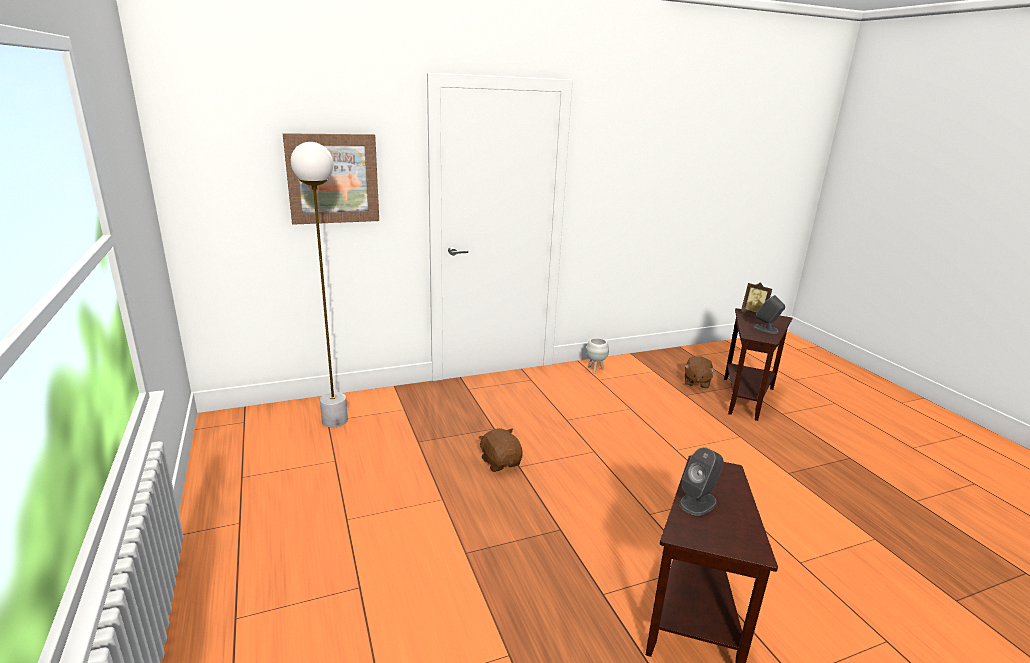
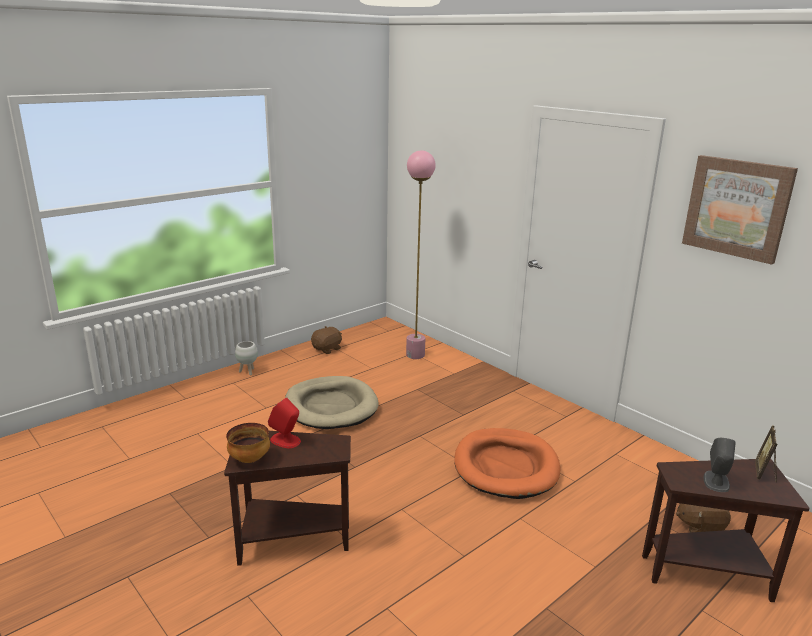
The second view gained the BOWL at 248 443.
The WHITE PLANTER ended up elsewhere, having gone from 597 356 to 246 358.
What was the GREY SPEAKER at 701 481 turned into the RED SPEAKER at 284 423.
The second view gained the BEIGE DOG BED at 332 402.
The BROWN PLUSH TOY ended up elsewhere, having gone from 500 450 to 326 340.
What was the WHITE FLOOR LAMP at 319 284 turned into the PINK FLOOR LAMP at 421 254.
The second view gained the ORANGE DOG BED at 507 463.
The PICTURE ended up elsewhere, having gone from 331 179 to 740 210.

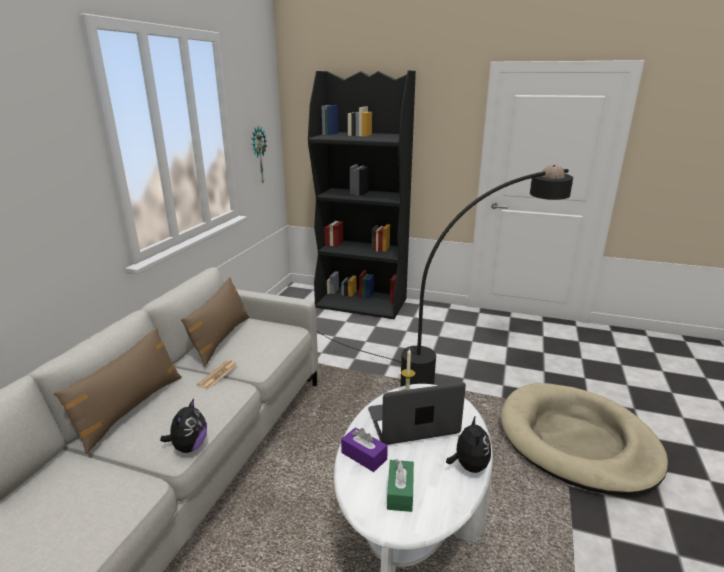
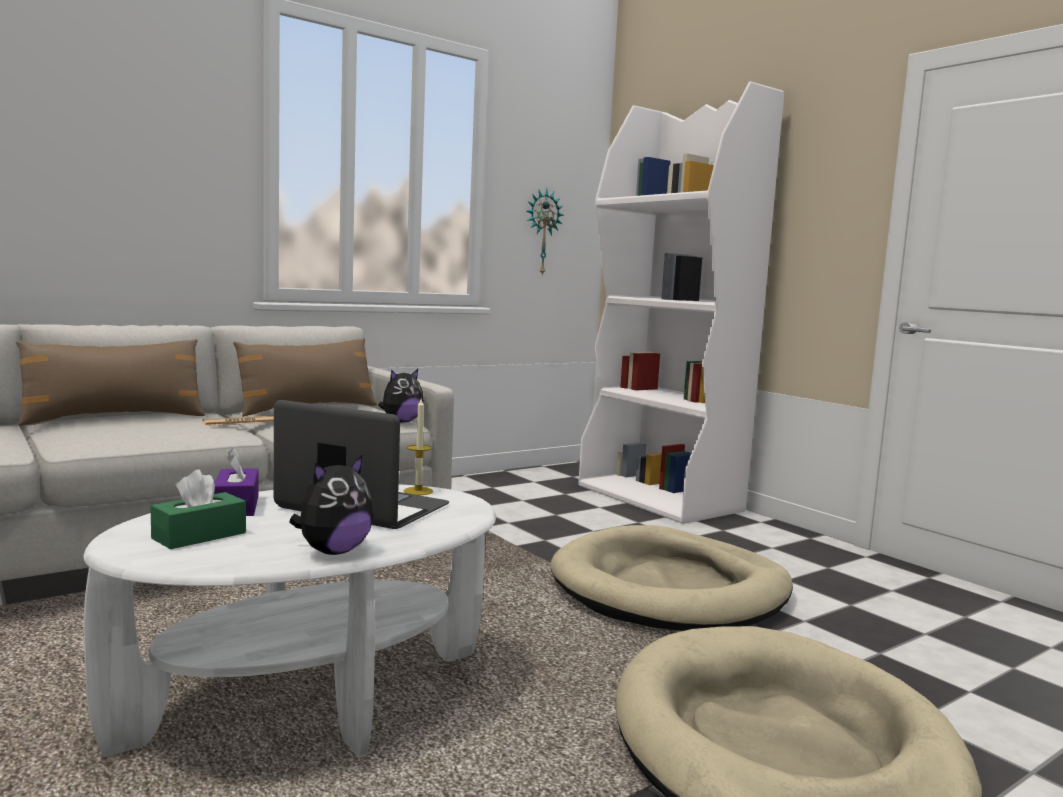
The PLUSH TOY ended up elsewhere, having gone from 183 425 to 401 396.
Where the BLACK FLOOR LAMP stood at 445 276, the BEIGE DOG BED came to stand at 672 578.
What was the BLACK BOOKCASE at 362 195 turned into the WHITE BOOKCASE at 681 302.

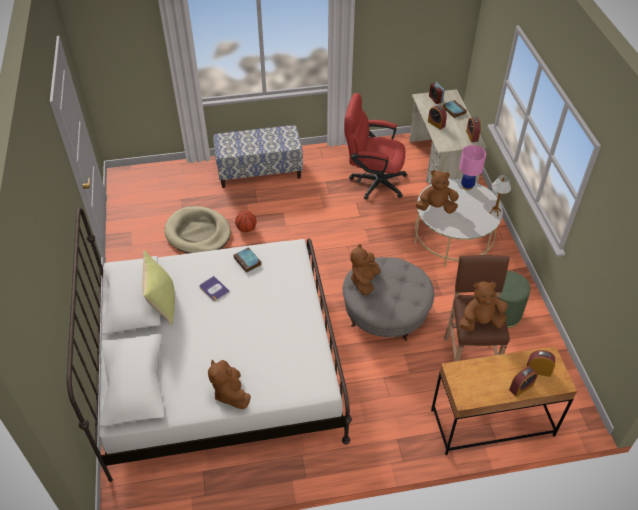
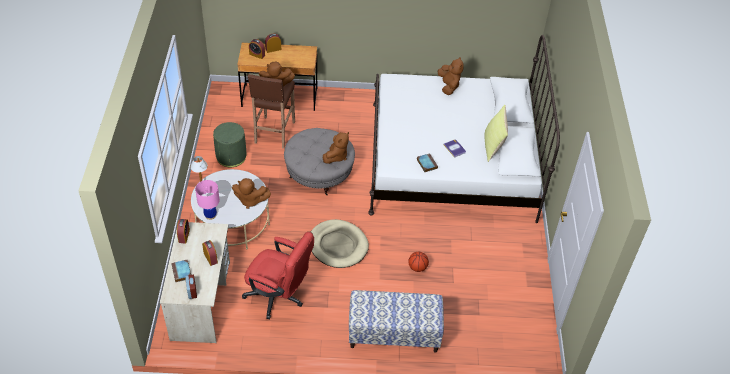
The BEIGE DOG BED ended up elsewhere, having gone from 197 230 to 340 243.

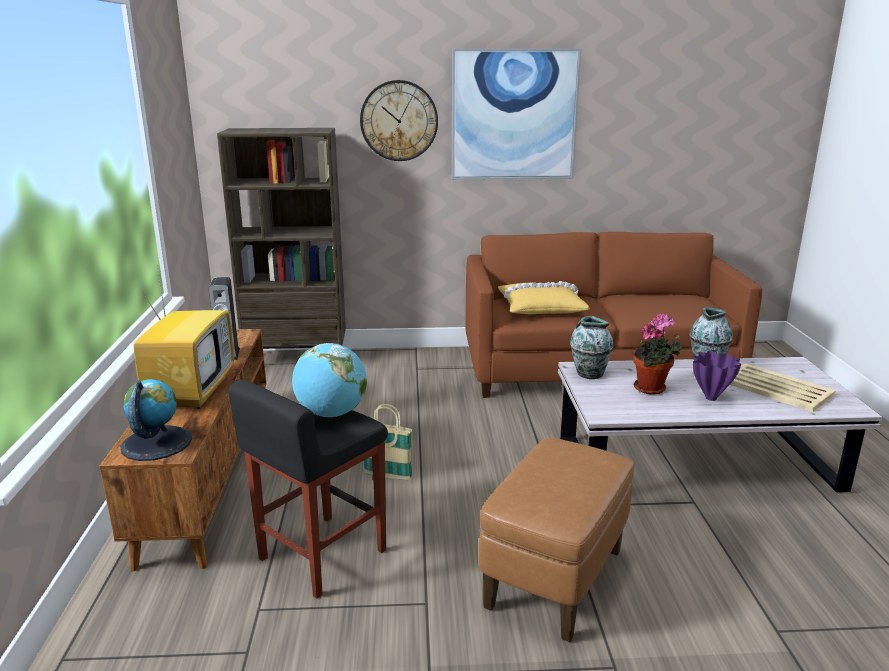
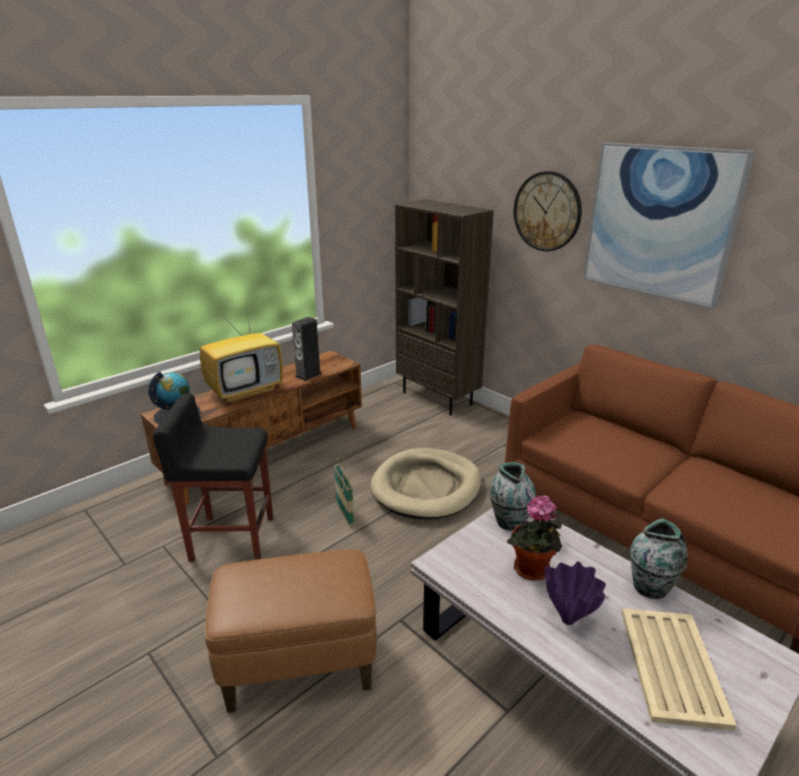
The second view gained the BEIGE DOG BED at 425 483.
The second view lost the GLOBE at 329 380.
The second view lost the YELLOW PILLOW at 544 297.

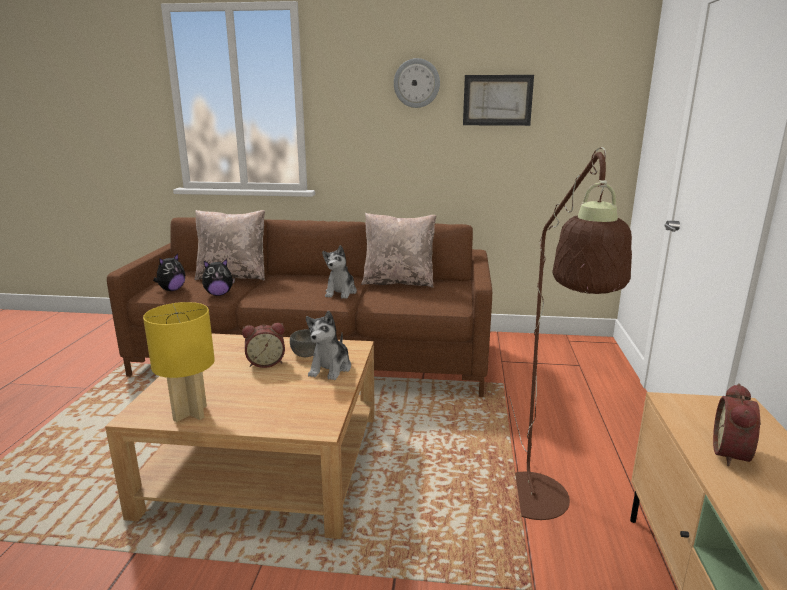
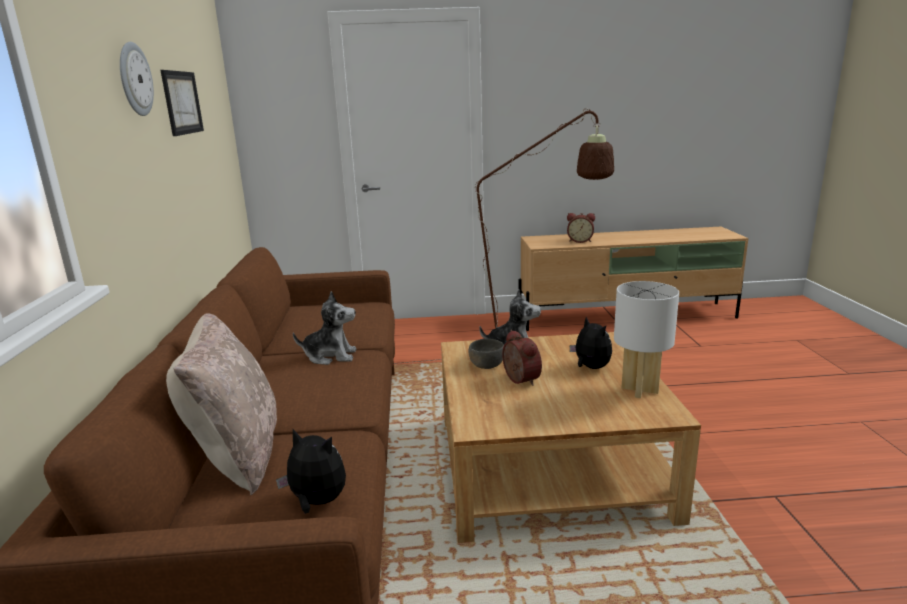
The PLUSH TOY ended up elsewhere, having gone from 218 277 to 590 343.
What was the YELLOW TABLE LAMP at 179 362 turned into the WHITE TABLE LAMP at 646 339.
The second view lost the BEIGE PILLOW at 399 250.

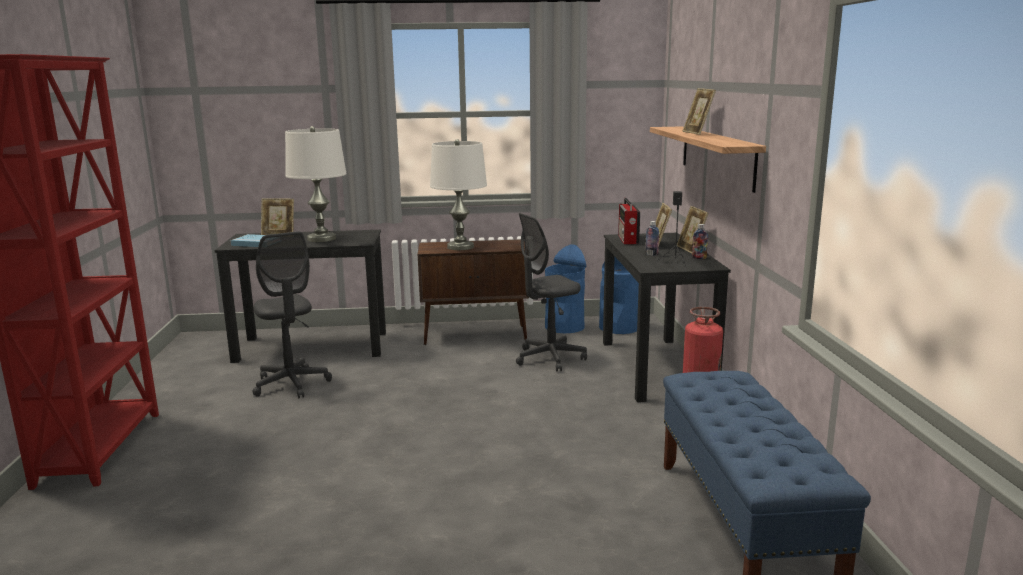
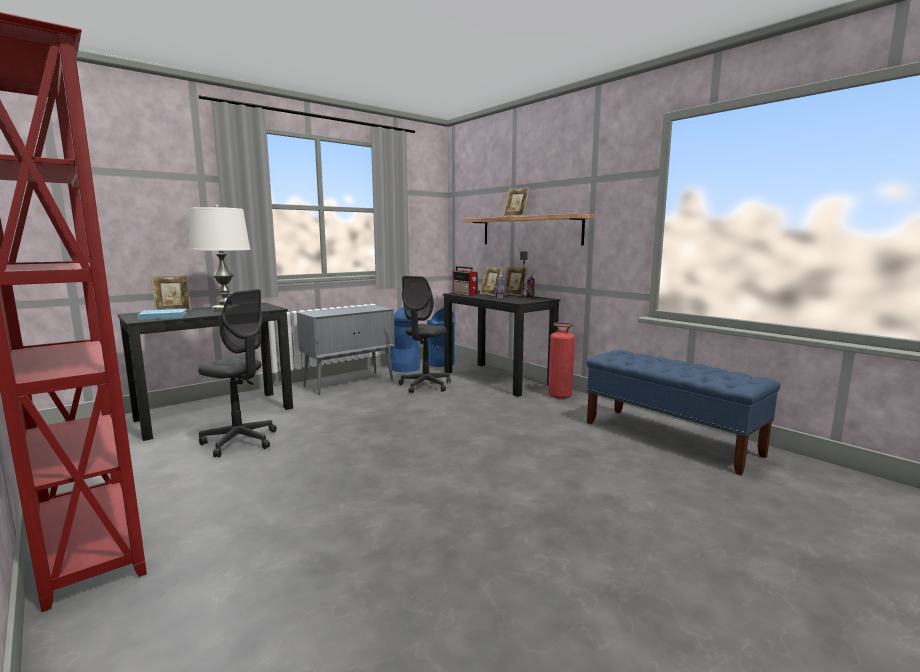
What was the BROWN CABINET at 473 292 turned into the GREY CABINET at 346 350.
The second view lost the WHITE TABLE LAMP at 458 194.

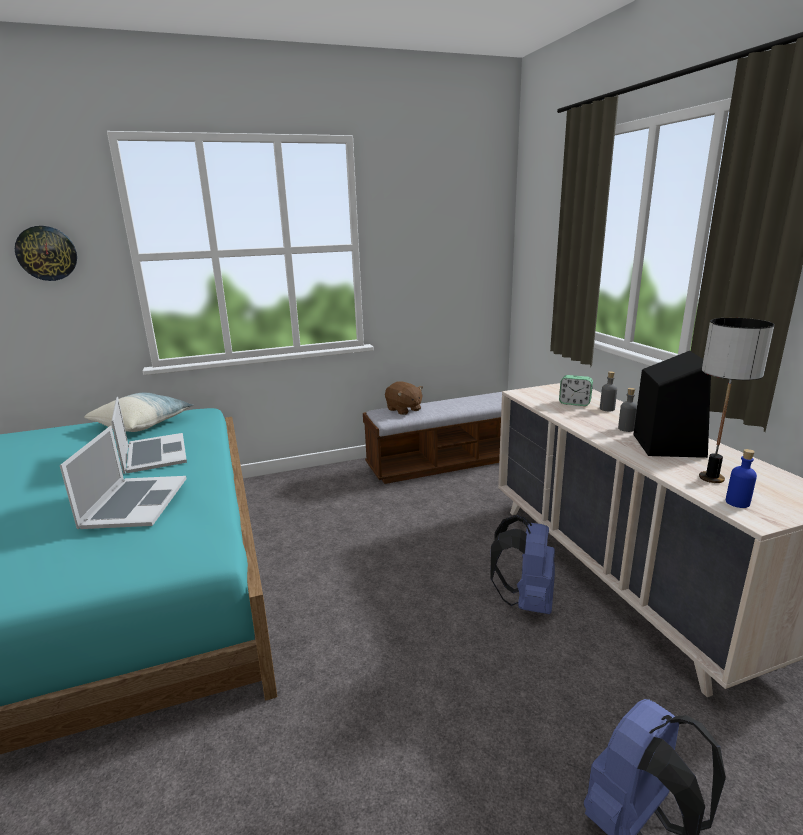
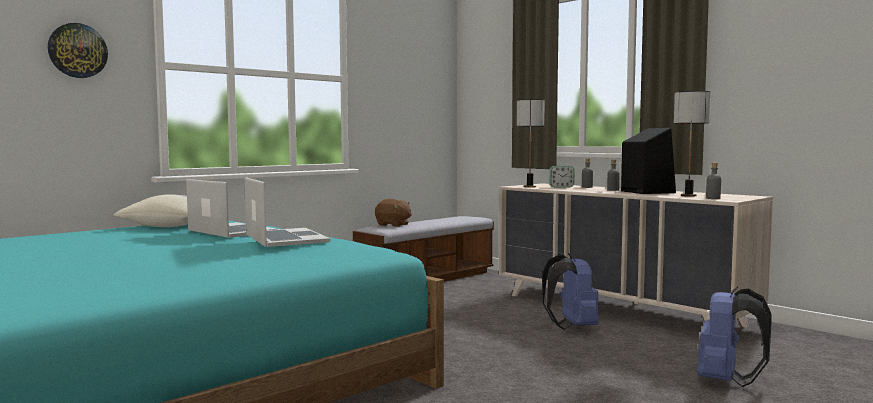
The second view gained the TABLE LAMP at 531 143.
What was the BLUE BOTTLE at 741 478 turned into the GREY BOTTLE at 713 181.

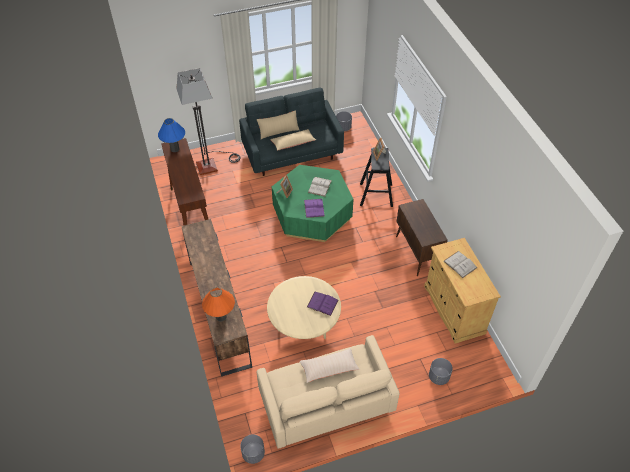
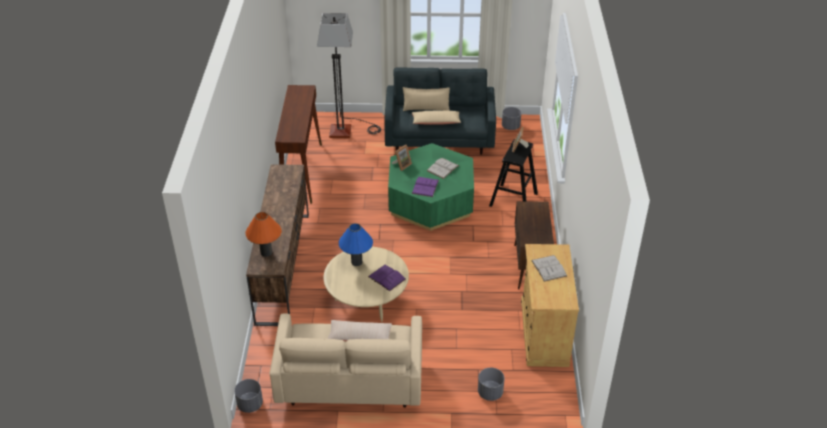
The BLUE TABLE LAMP ended up elsewhere, having gone from 171 135 to 356 244.

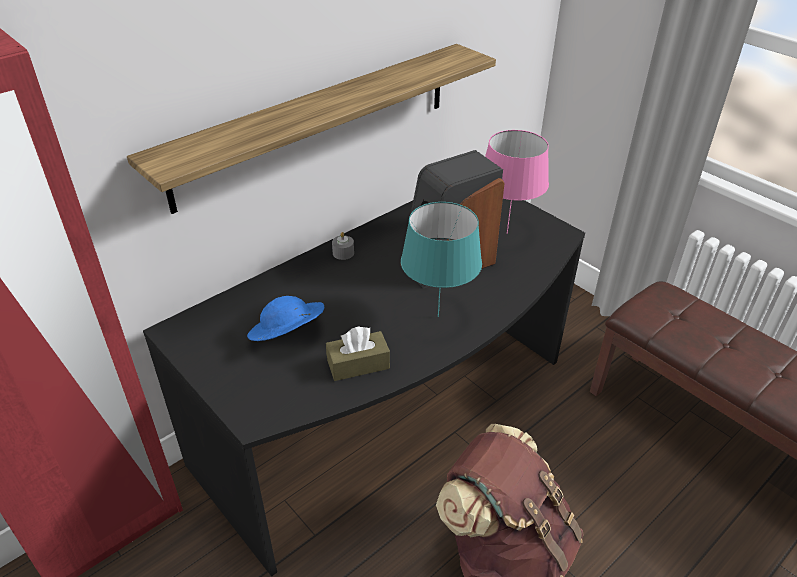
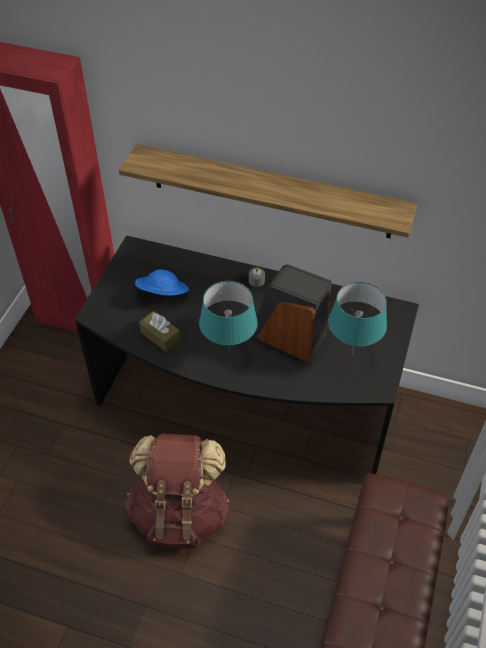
What was the PINK TABLE LAMP at 517 182 turned into the TURQUOISE TABLE LAMP at 357 318.

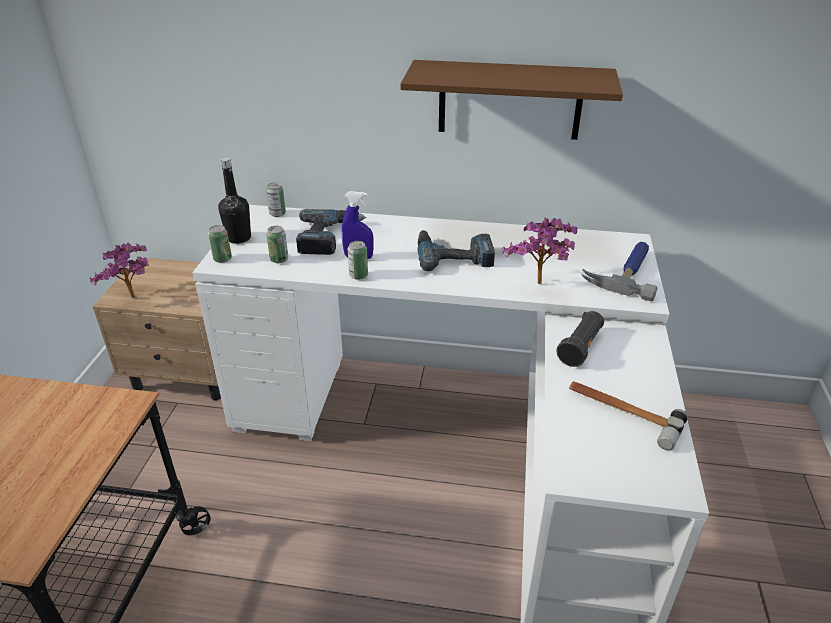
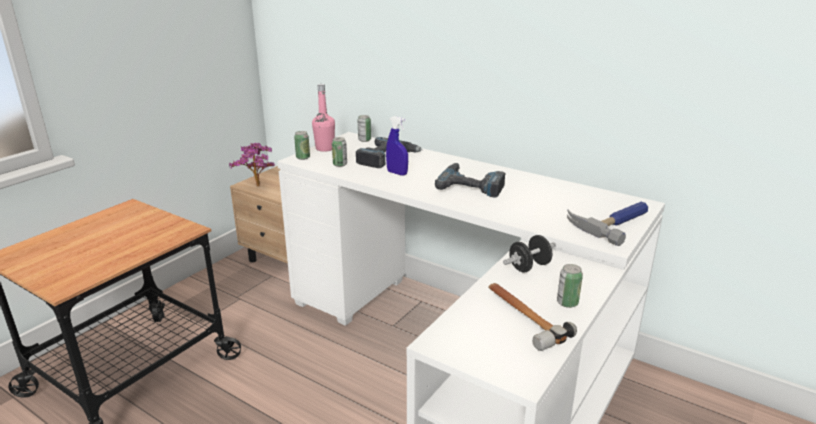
What was the BLACK BOTTLE at 234 200 turned into the PINK BOTTLE at 323 118.
Where the BLACK FLASHLIGHT stood at 580 339, the BLACK DUMBBELL came to stand at 529 253.
The CAN ended up elsewhere, having gone from 357 260 to 570 286.
The second view lost the BROWN SHELF at 511 100.
The second view lost the POTTED PLANT at 539 250.

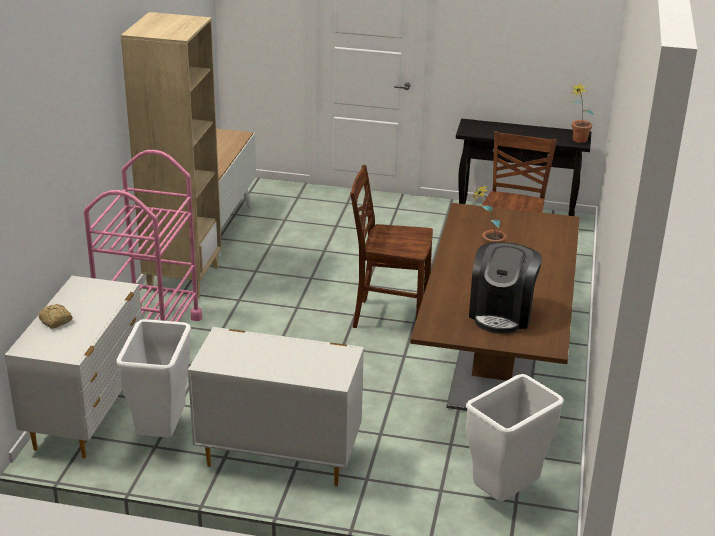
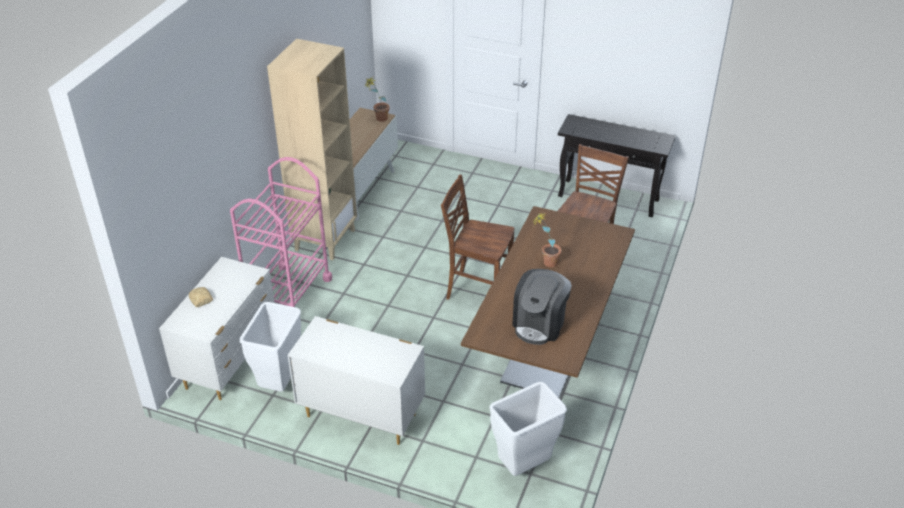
The POTTED PLANT ended up elsewhere, having gone from 582 112 to 377 99.

